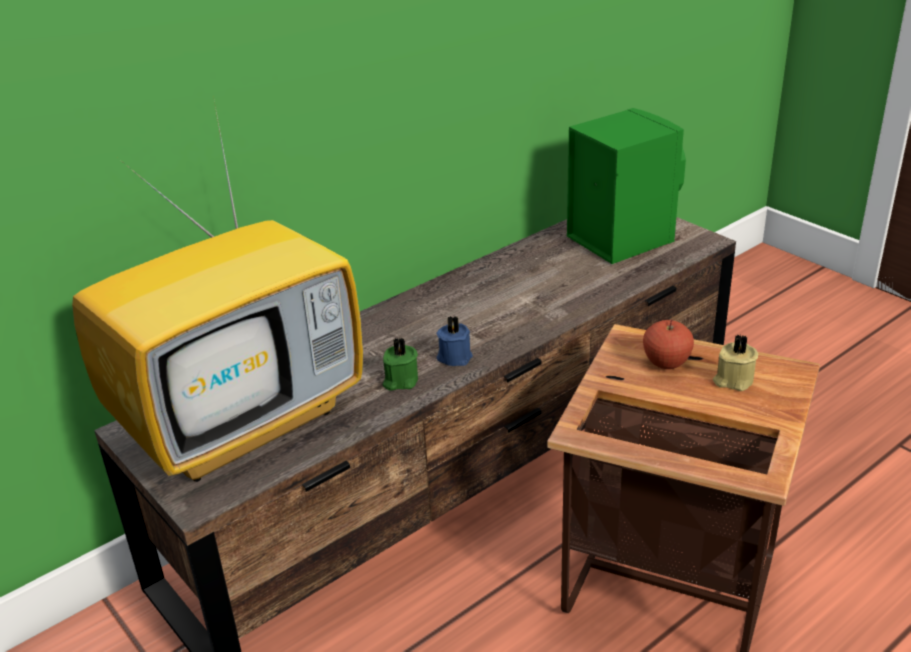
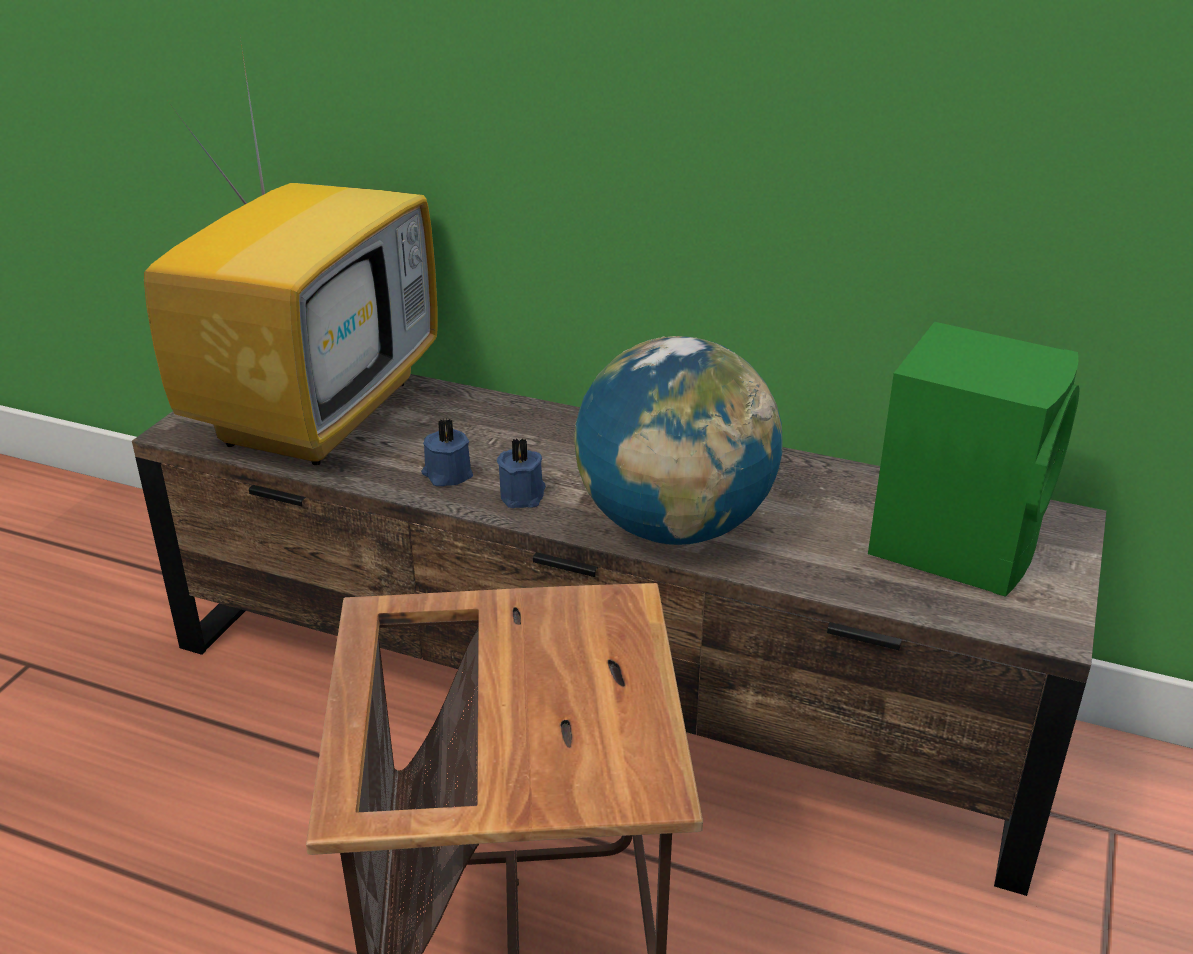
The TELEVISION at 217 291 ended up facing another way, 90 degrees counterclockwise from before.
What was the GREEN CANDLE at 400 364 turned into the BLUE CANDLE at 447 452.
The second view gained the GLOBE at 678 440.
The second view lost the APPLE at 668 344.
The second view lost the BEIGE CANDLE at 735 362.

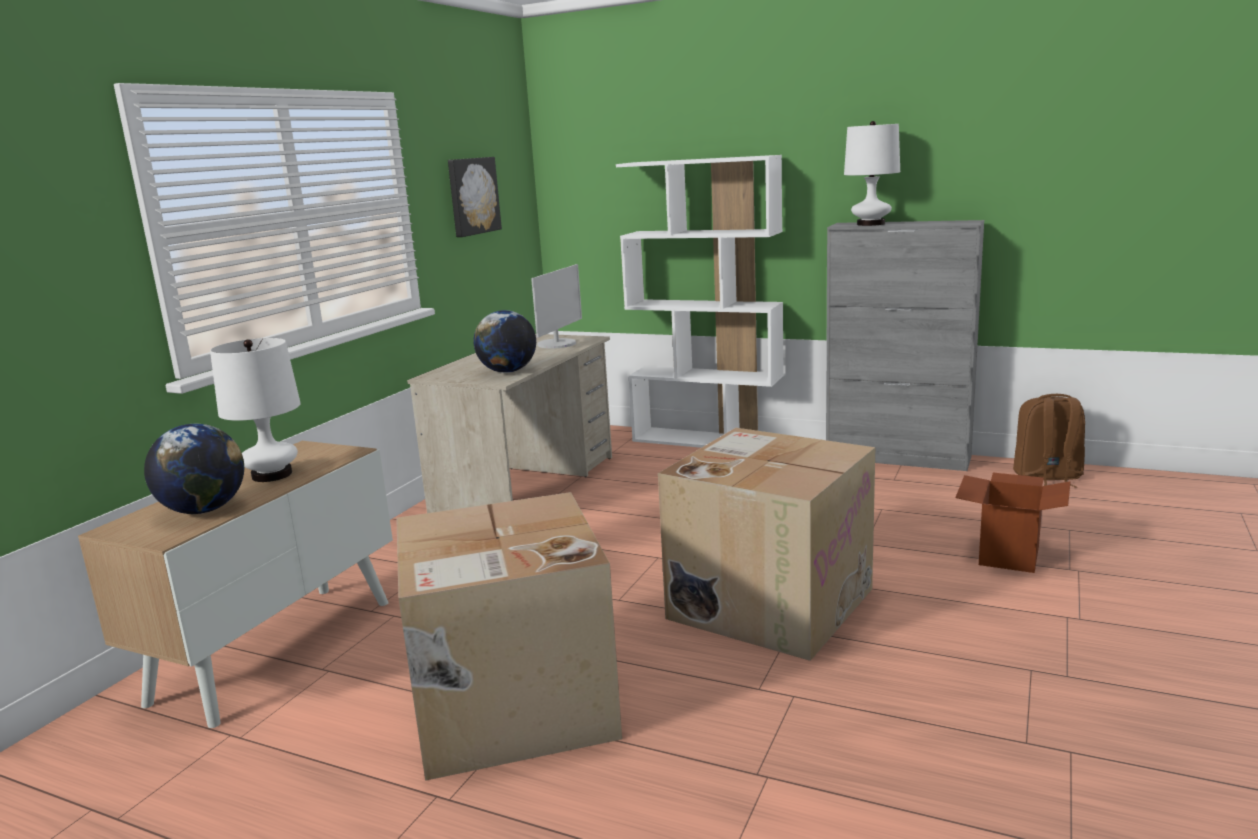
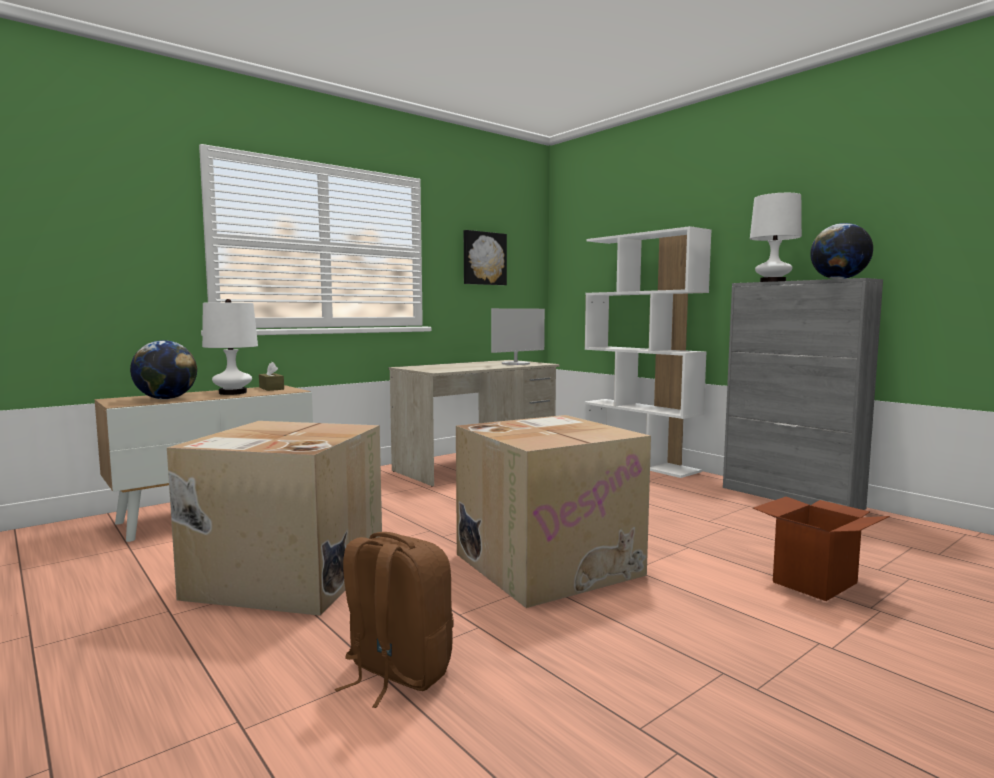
The second view gained the BROWN TISSUE BOX at 271 376.
The BROWN BACKPACK ended up elsewhere, having gone from 1049 441 to 394 620.
The GLOBE ended up elsewhere, having gone from 504 341 to 841 251.

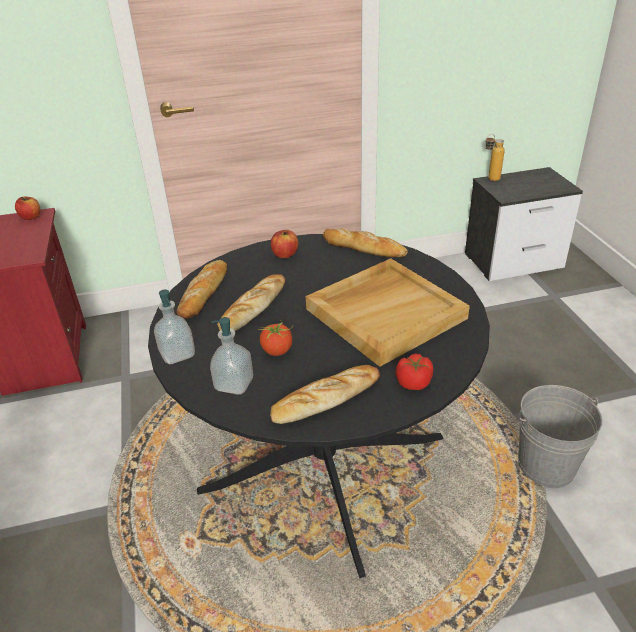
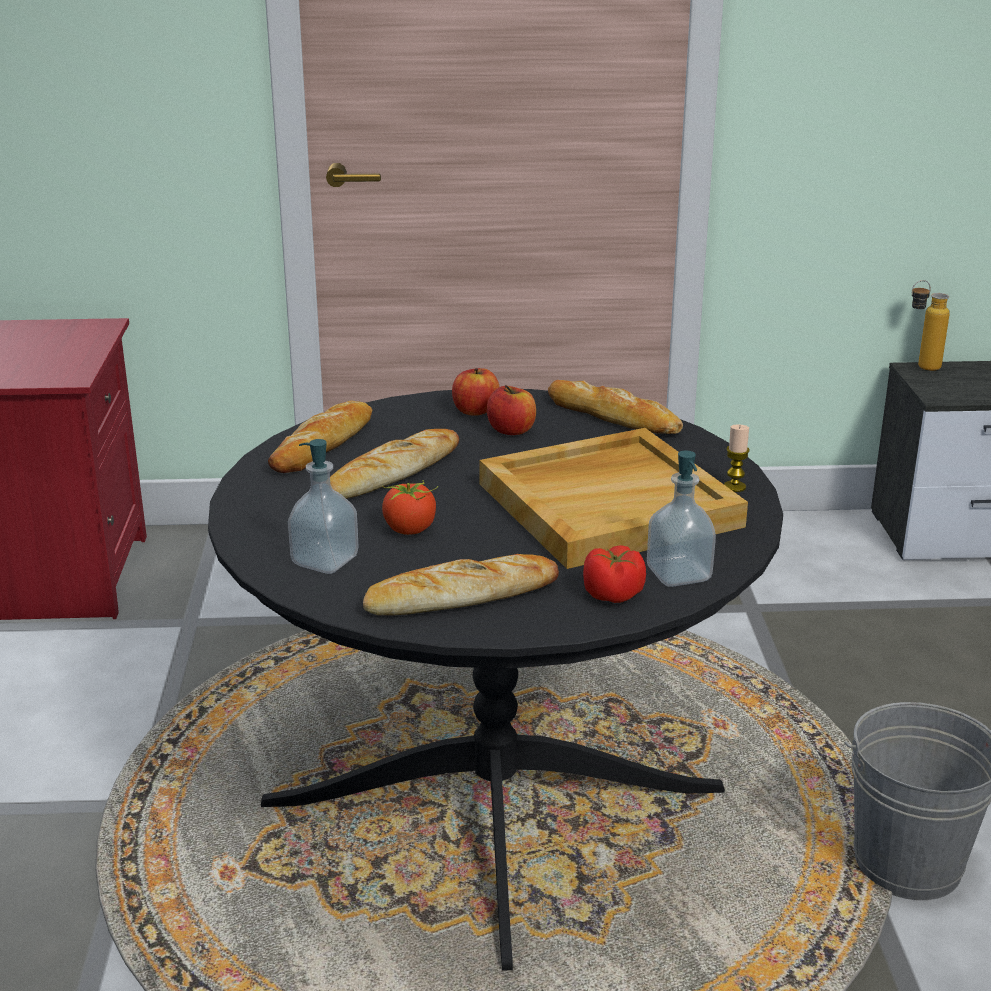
The APPLE ended up elsewhere, having gone from 27 208 to 511 410.
The SOAP DISPENSER ended up elsewhere, having gone from 174 327 to 681 519.
The second view gained the CANDLE at 737 458.

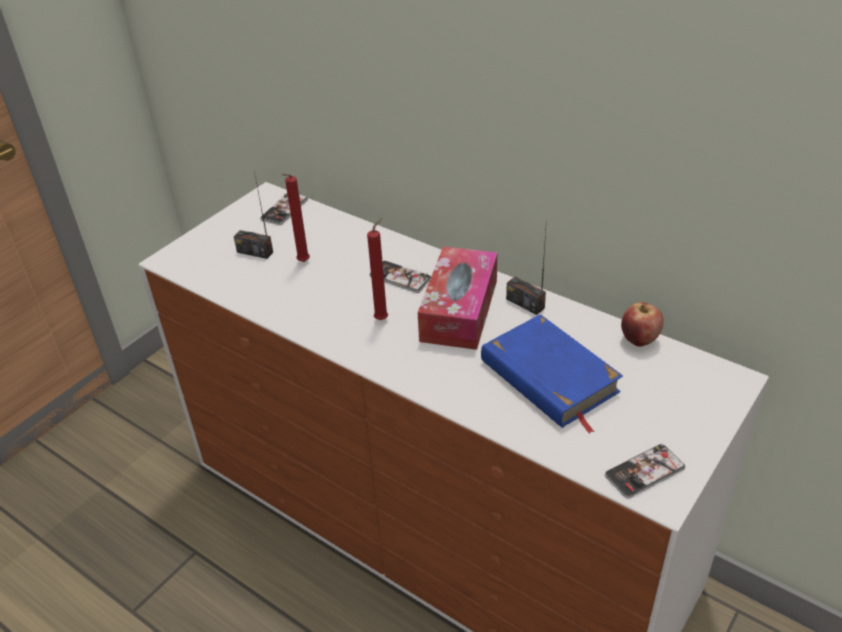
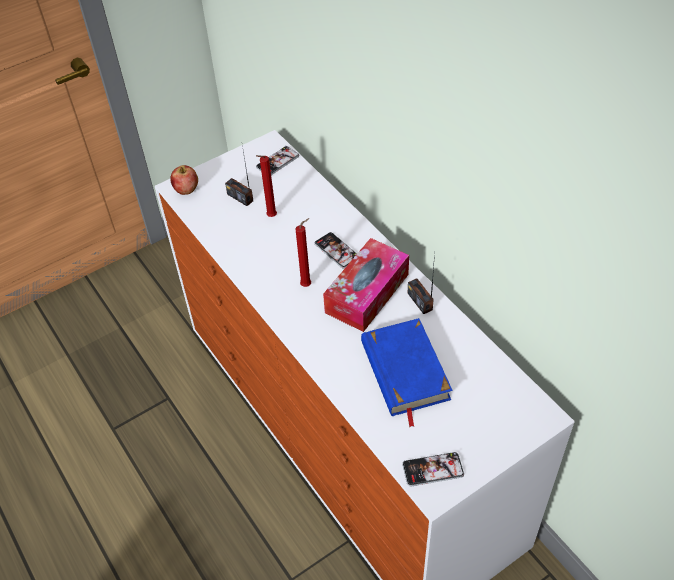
The APPLE ended up elsewhere, having gone from 642 324 to 184 180.

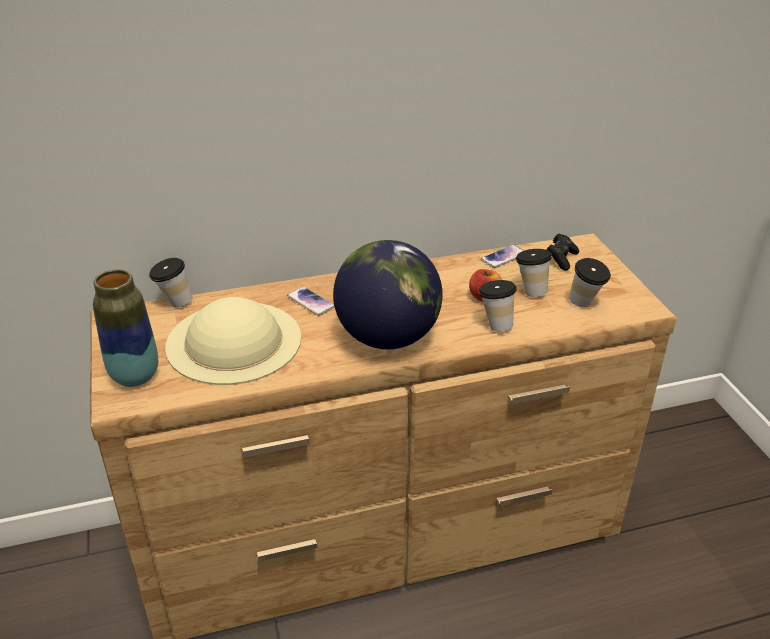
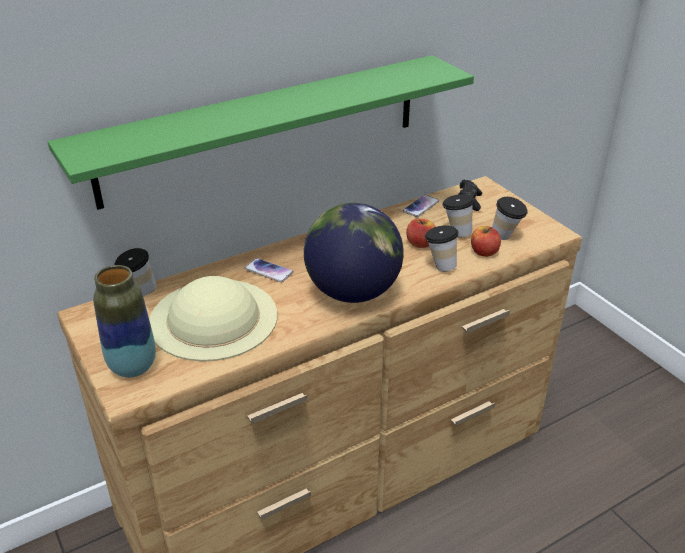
The second view gained the GREEN SHELF at 261 132.
The second view gained the APPLE at 486 241.

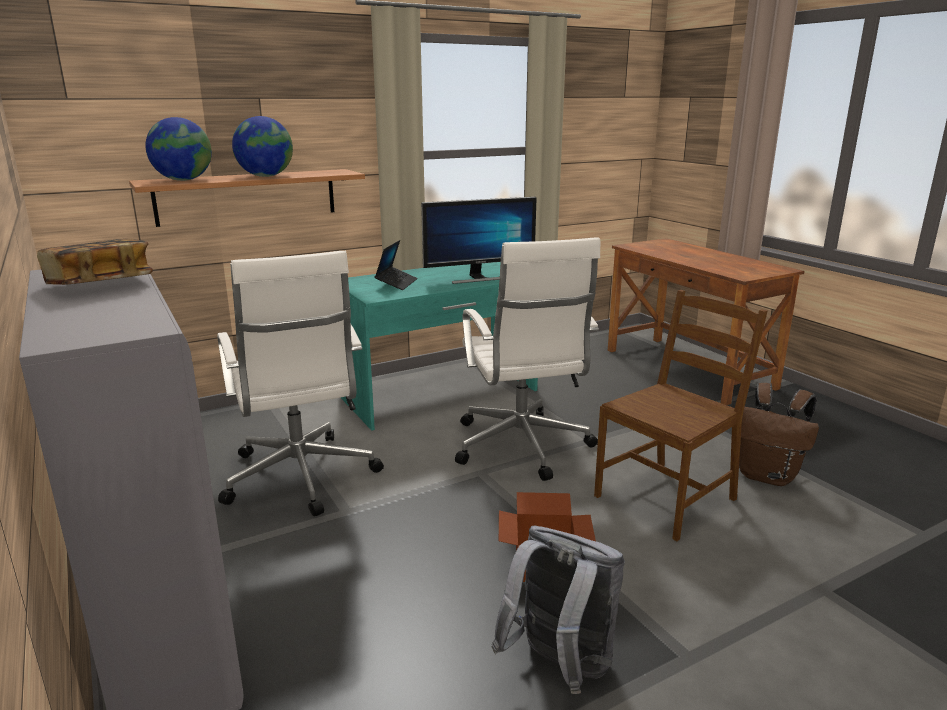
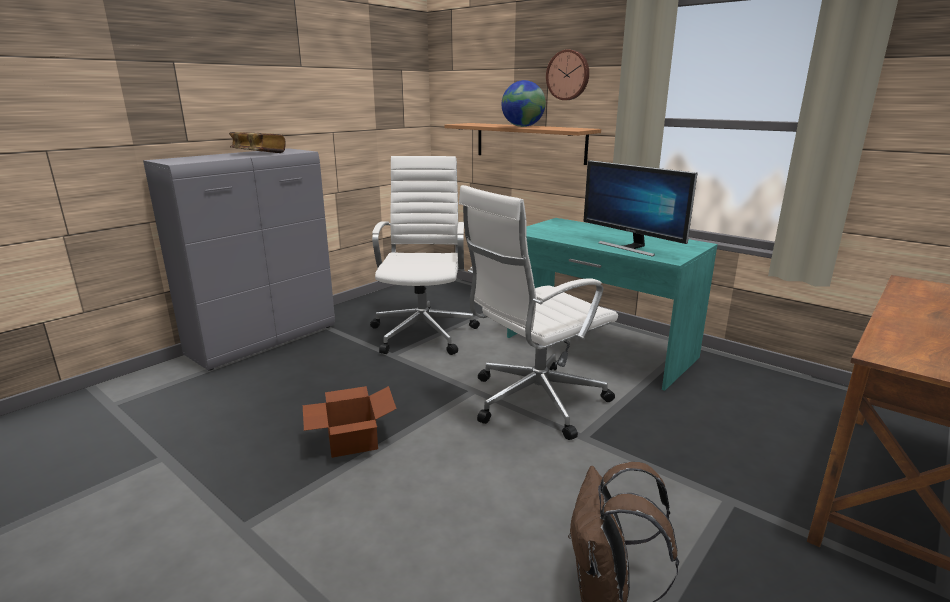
The WHITE OFFICE CHAIR at 300 383 ended up facing another way, 135 degrees clockwise from before.
The second view gained the WALL CLOCK at 567 74.
The second view lost the GLOBE at 178 149.
The second view lost the LAPTOP at 396 265.
The second view lost the GREY BACKPACK at 558 610.
The second view lost the BROWN CHAIR at 681 415.

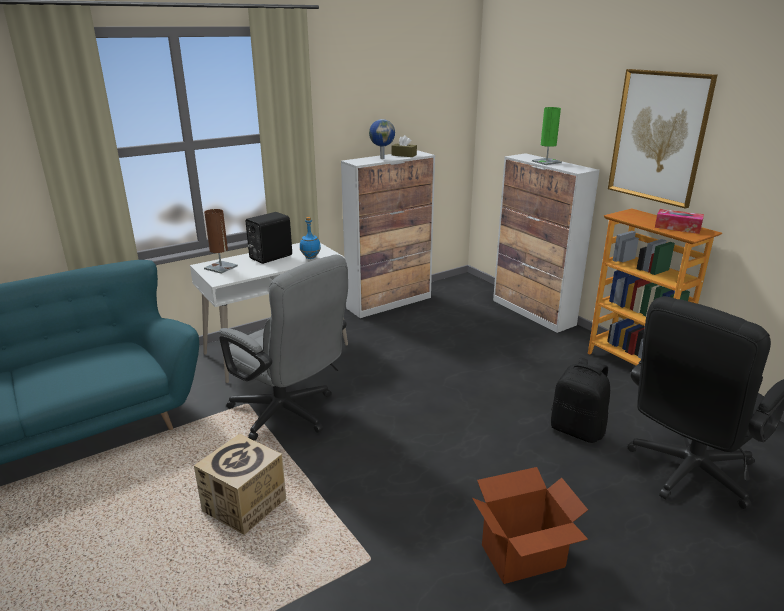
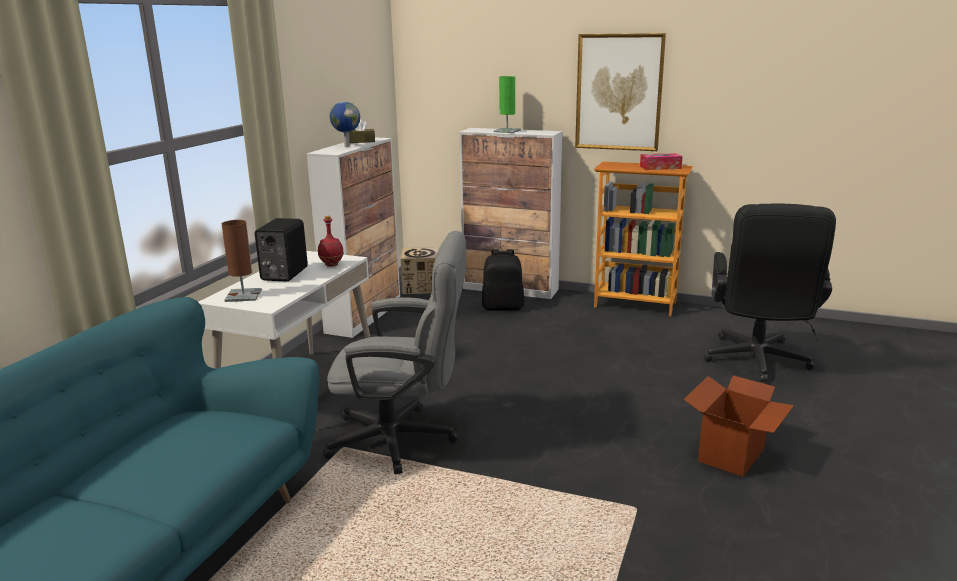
What was the BLUE BOTTLE at 310 238 turned into the RED BOTTLE at 331 241.
The CARDBOARD BOX ended up elsewhere, having gone from 240 484 to 420 270.
The BLACK BACKPACK ended up elsewhere, having gone from 580 400 to 503 280.

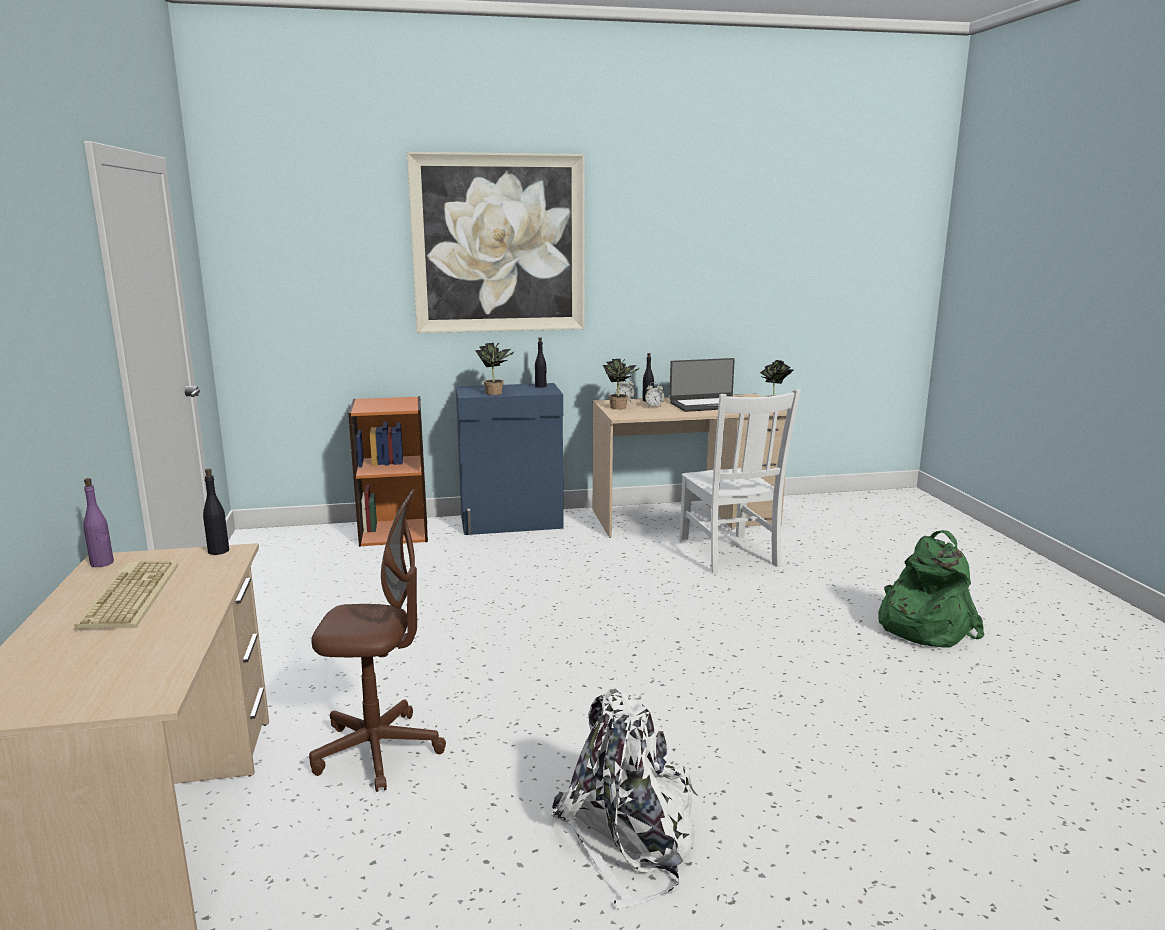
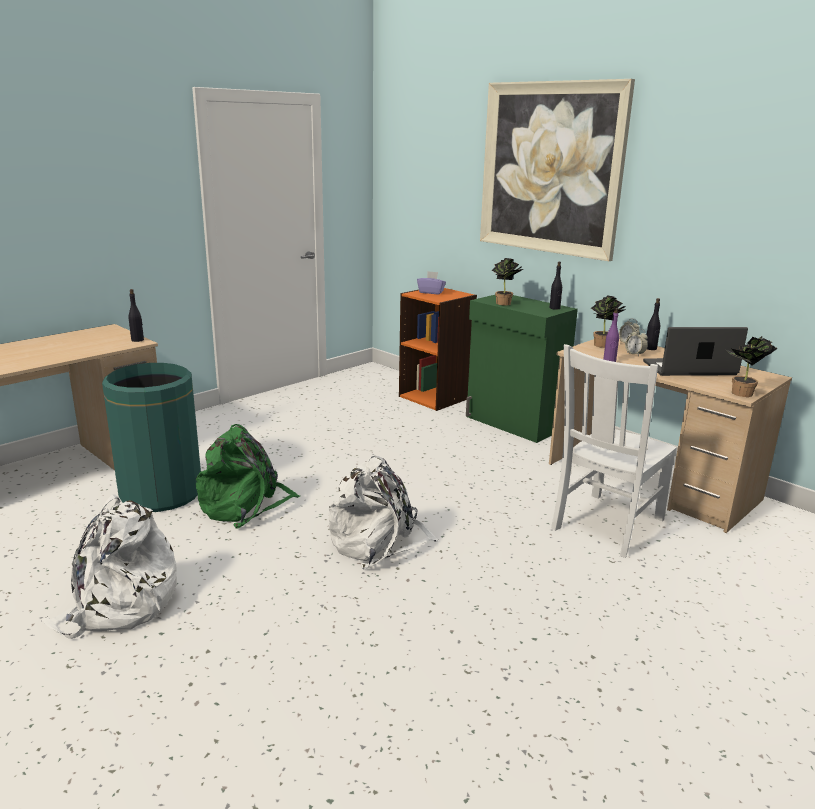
Where the BROWN OFFICE CHAIR stood at 377 640, the GREEN TRASH CAN came to stand at 151 437.
The GREEN BACKPACK ended up elsewhere, having gone from 931 589 to 248 476.
The second view gained the WHITE BACKPACK at 383 512.
The second view gained the PURPLE TISSUE BOX at 431 282.
What was the BLUE CABINET at 509 459 turned into the GREEN CABINET at 522 369.
The PURPLE BOTTLE ended up elsewhere, having gone from 98 522 to 611 335.
The LAPTOP at 702 385 ended up facing another way, 135 degrees clockwise from before.
The second view lost the KEYBOARD at 126 594.

